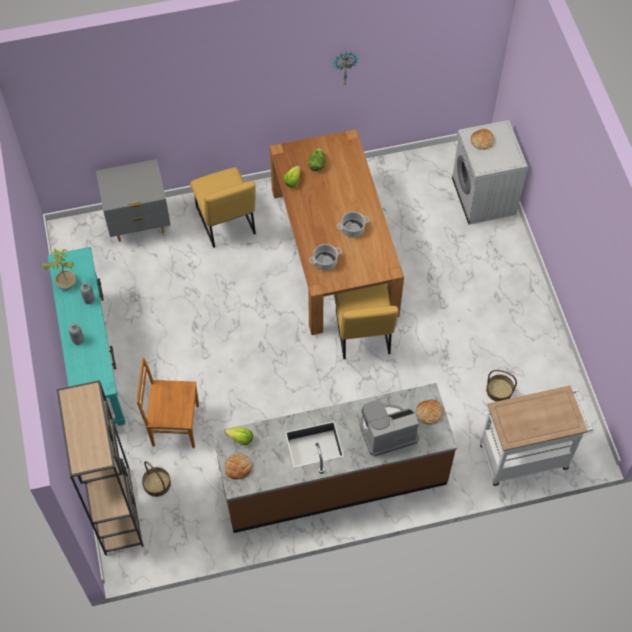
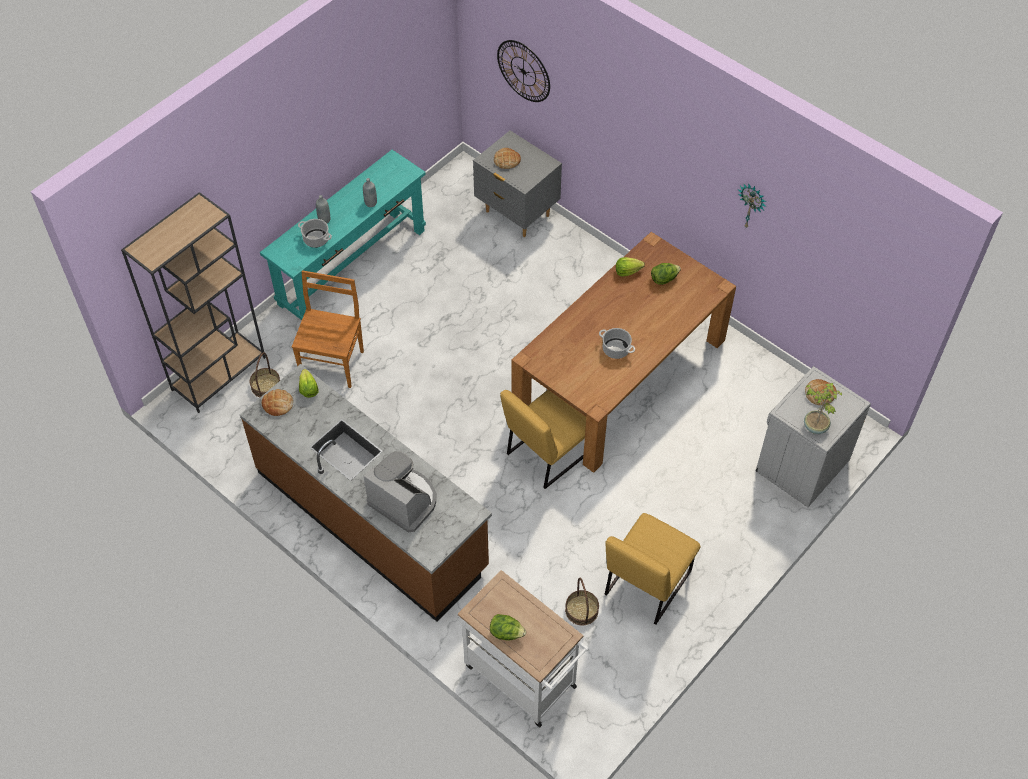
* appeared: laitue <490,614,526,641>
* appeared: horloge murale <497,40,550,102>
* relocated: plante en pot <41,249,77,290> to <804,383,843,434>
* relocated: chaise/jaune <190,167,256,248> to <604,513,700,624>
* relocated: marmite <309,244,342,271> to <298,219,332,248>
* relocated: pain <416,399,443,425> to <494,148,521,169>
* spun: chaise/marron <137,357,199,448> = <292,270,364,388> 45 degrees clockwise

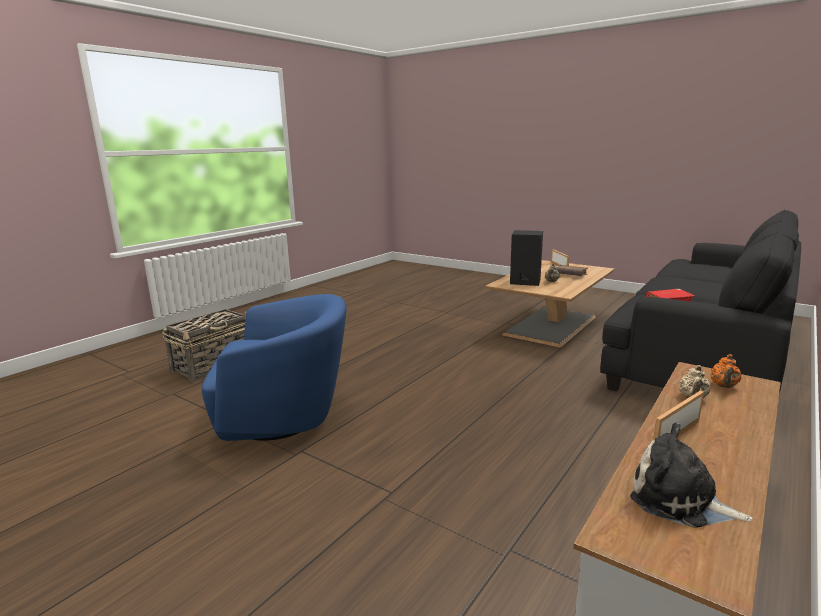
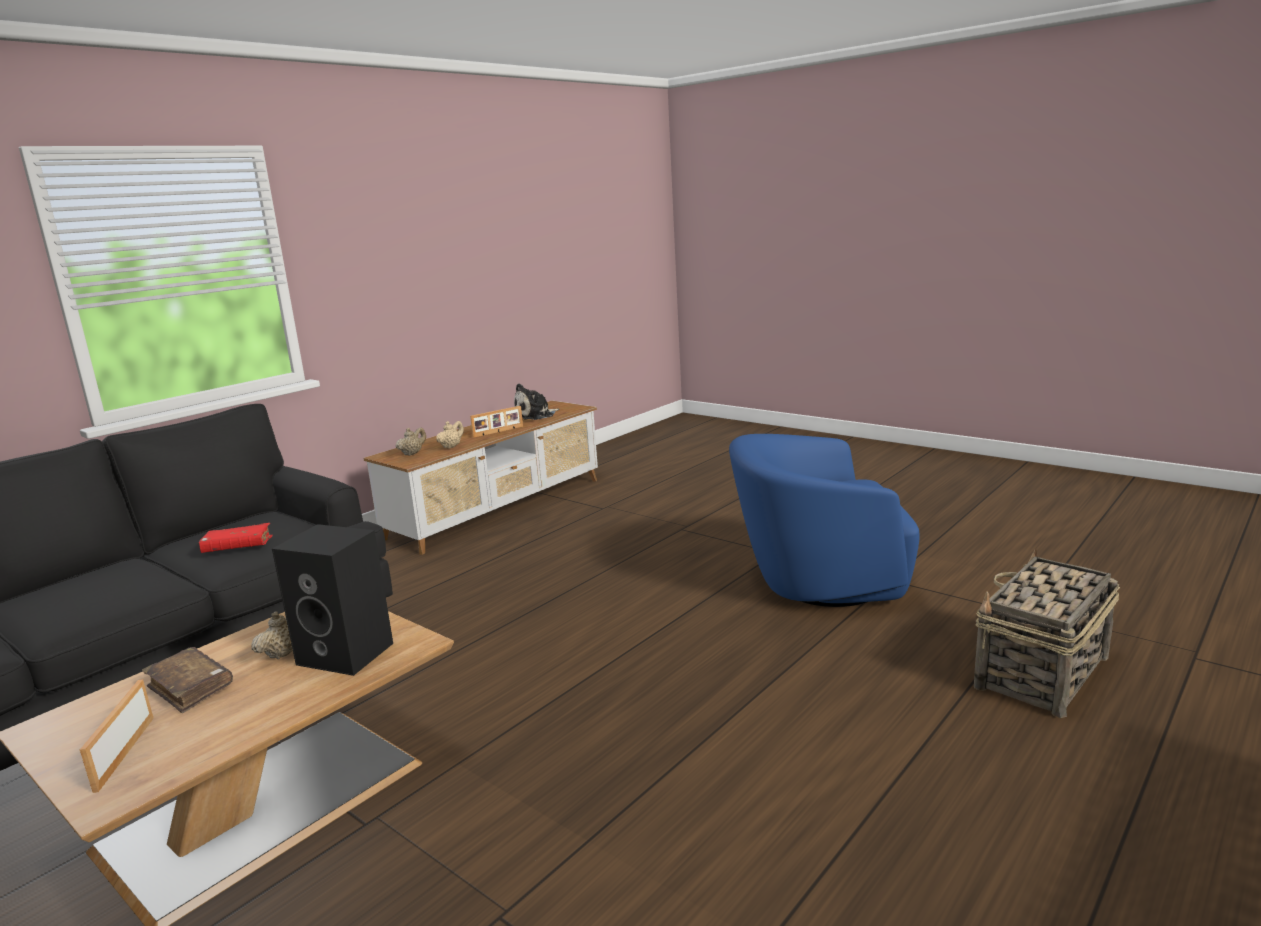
* colour: théière/orange <711,354,742,388> to théière/beige <396,427,426,456>
* spun: peluche <630,423,752,528> = <514,383,560,420> 105 degrees clockwise

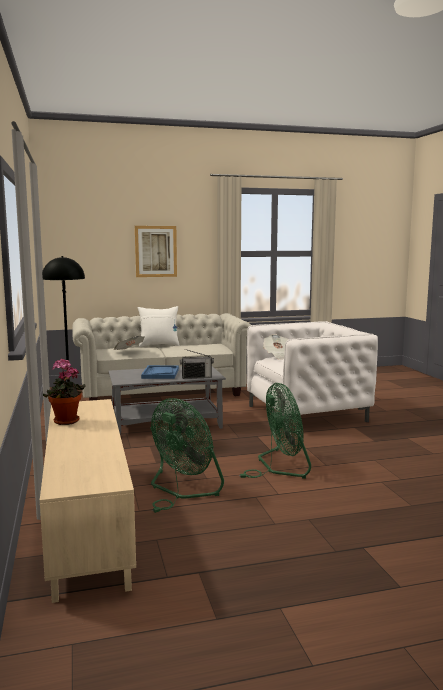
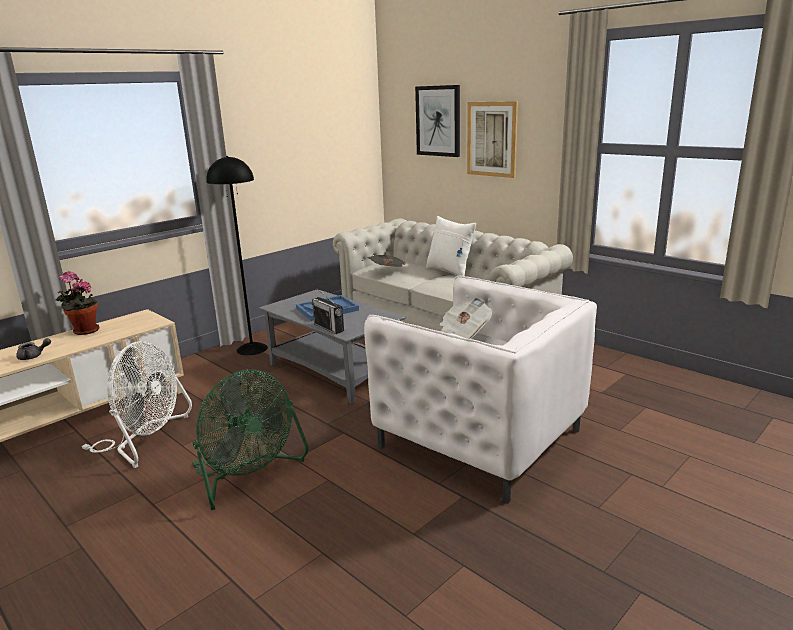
* appeared: théière/gris <16,338,51,360>
* appeared: tableau <415,85,460,157>
* colour: ventilateur/vert <150,398,224,513> to ventilateur/blanc <82,341,192,468>

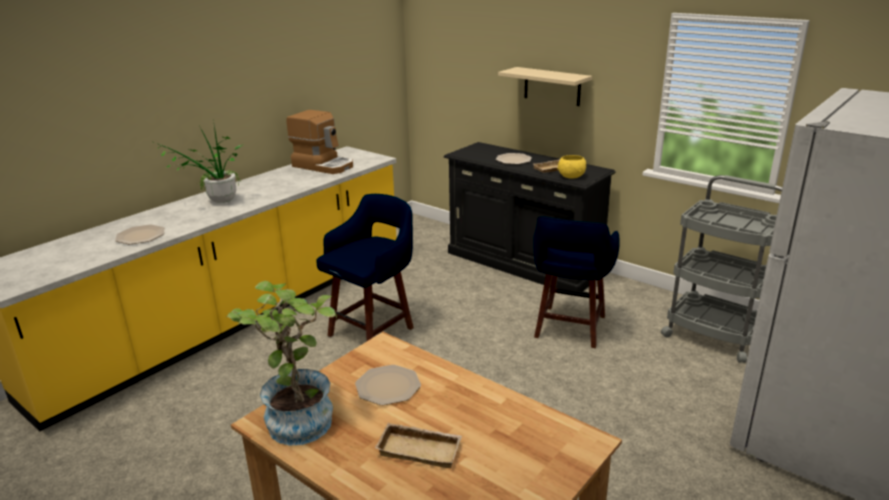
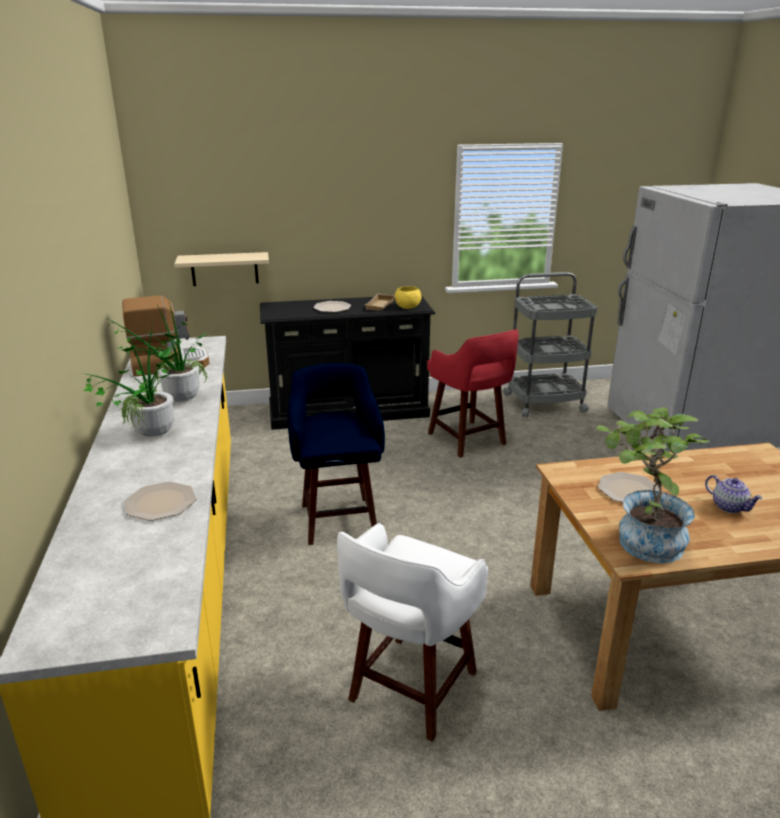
* appeared: plante en pot <103,299,208,402>
* appeared: tabouret/blanc <337,523,488,742>
* relocated: étagère/beige <498,67,592,106> to <174,252,269,286>
* exchanged: plateau/beige <375,423,462,468> to théière <705,475,763,513>
* colour: tabouret/bleu <533,216,620,348> to tabouret/rouge <427,329,519,458>

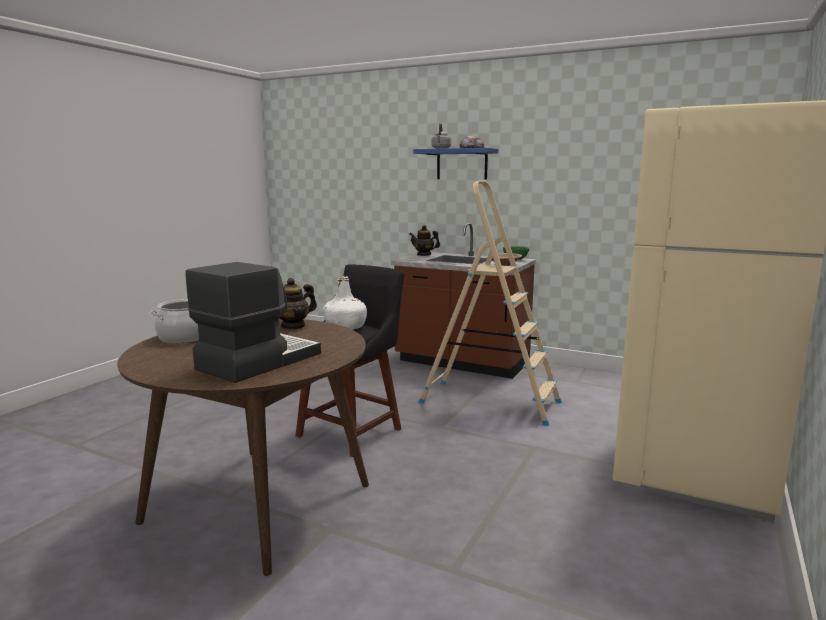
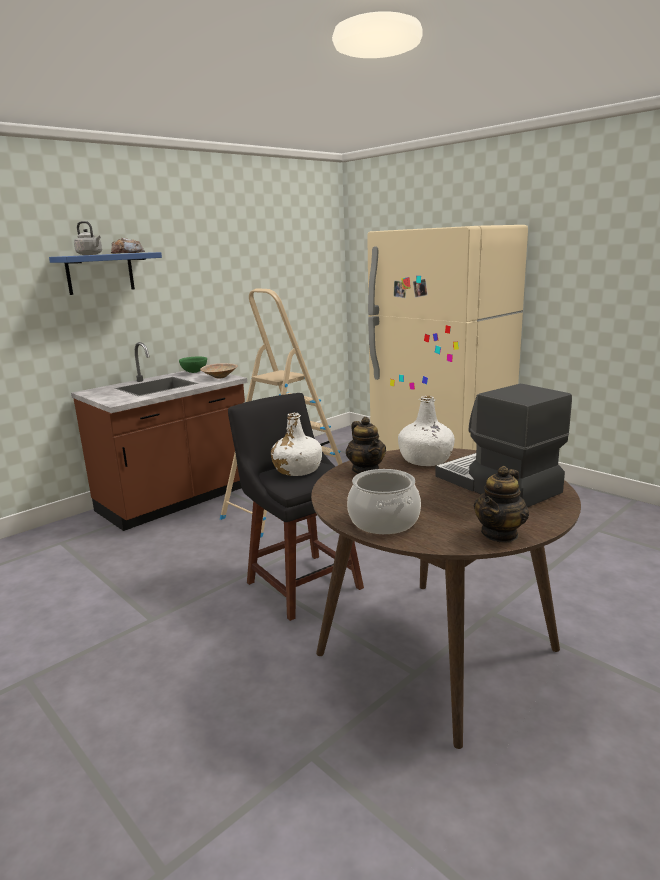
* appeared: bouteille/blanc <398,396,455,466>
* relocated: théière <409,225,440,256> to <474,466,529,543>

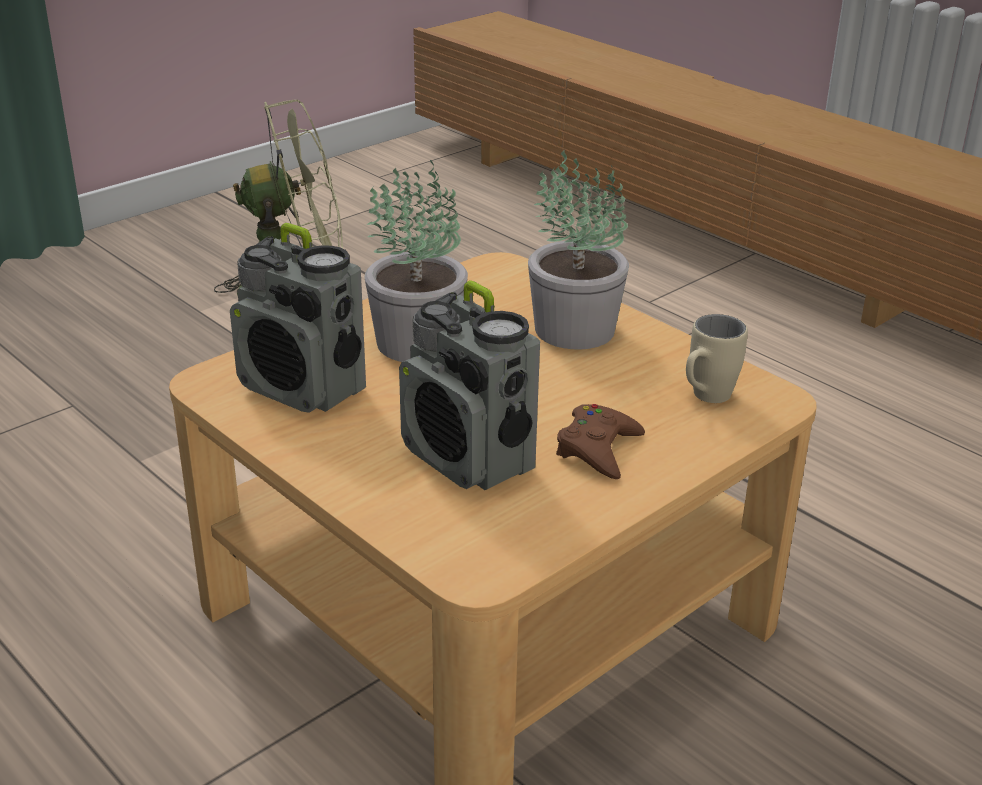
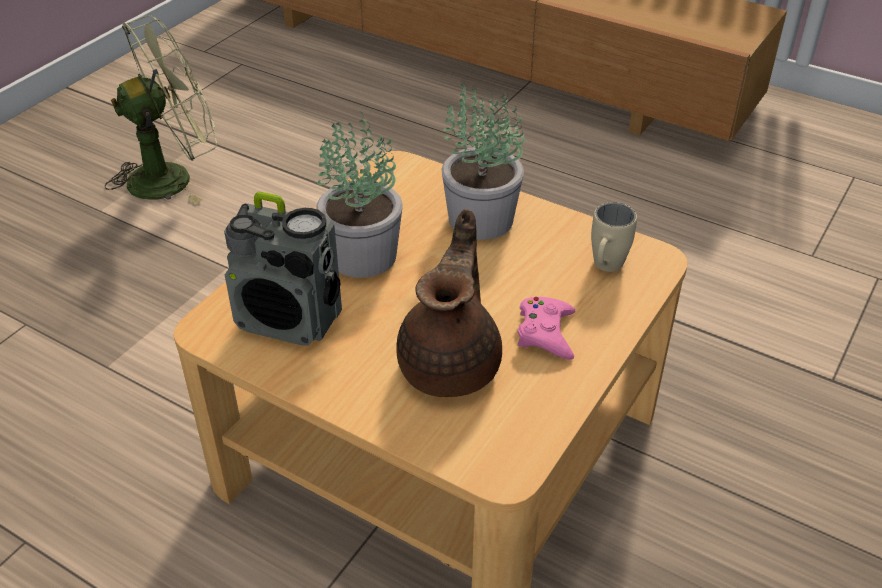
* exchanged: radio <399,280,540,490> to théière/marron <396,209,502,397>
* colour: manette/marron <556,404,645,479> to manette/rose <518,297,575,360>

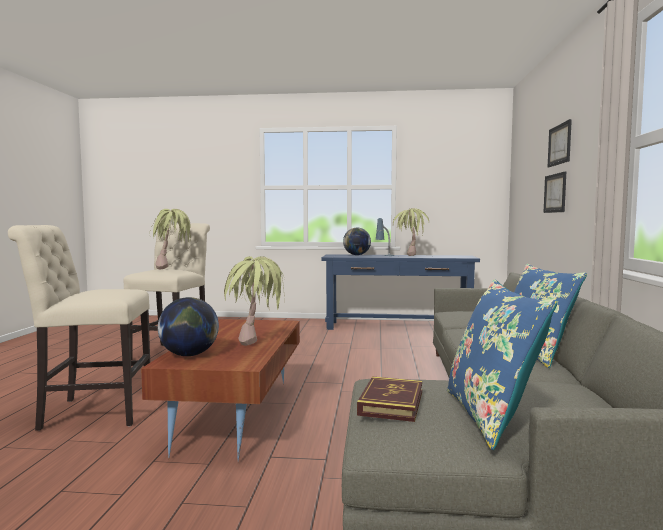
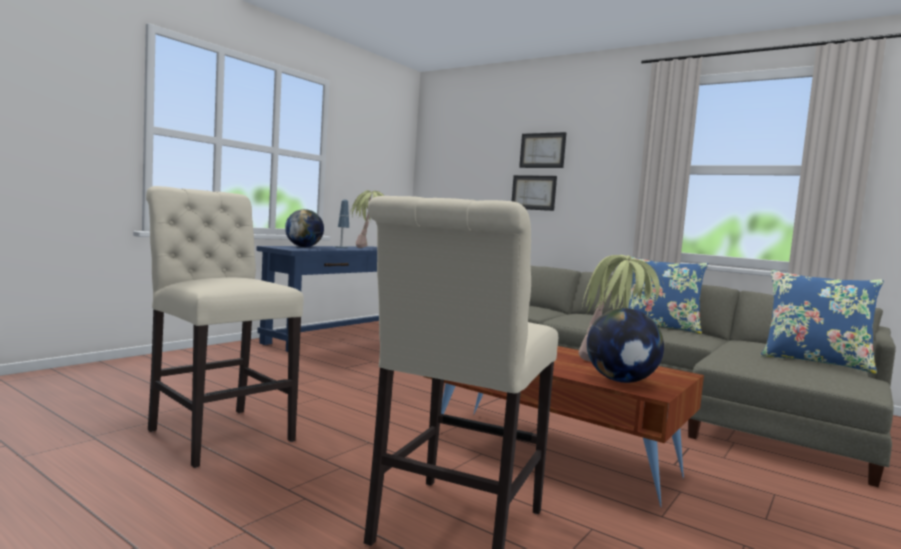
* missing: plante en pot <151,209,191,269>
* missing: livre <357,376,422,422>

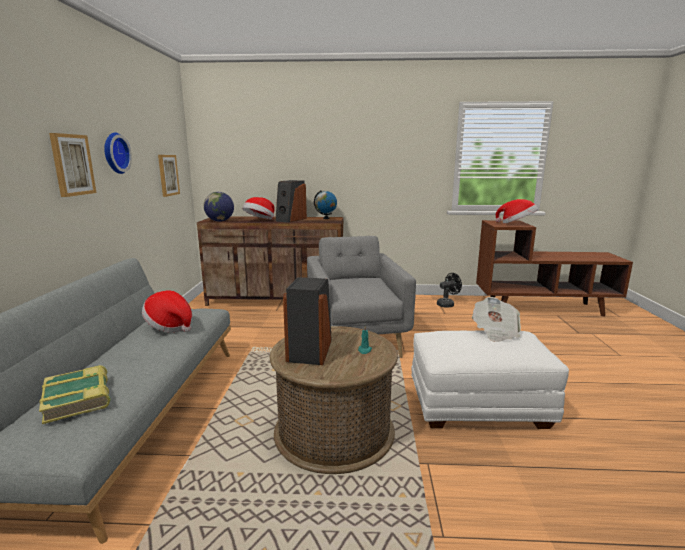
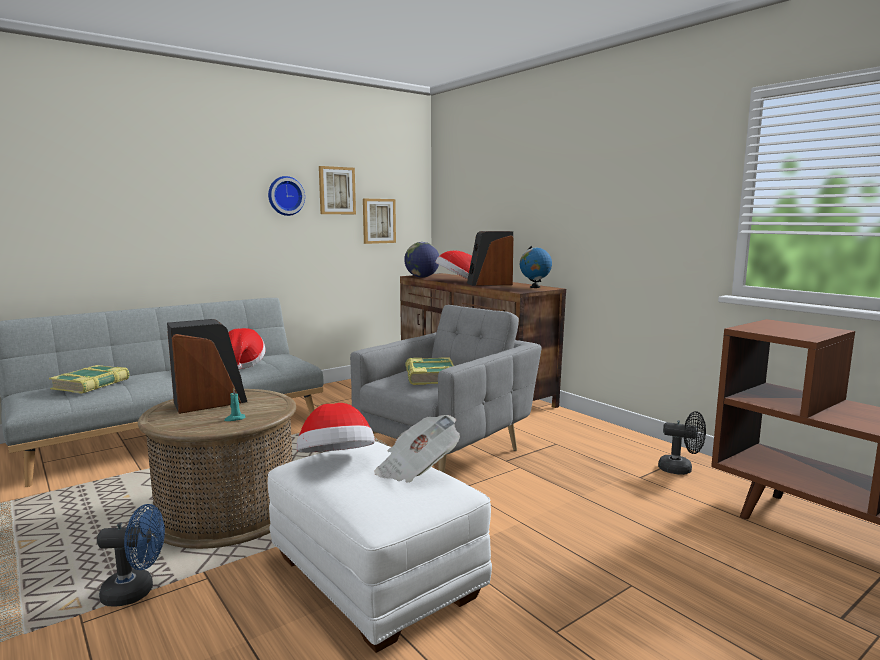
* appeared: ventilateur/bleu <97,504,165,606>
* appeared: livre <405,357,454,385>
* relocated: tableau <49,133,96,197> to <319,166,356,214>
* relocated: chapeau <495,199,538,224> to <296,403,375,453>

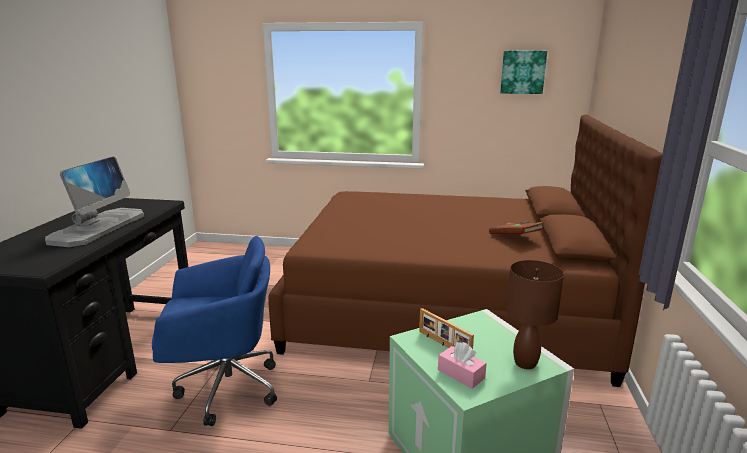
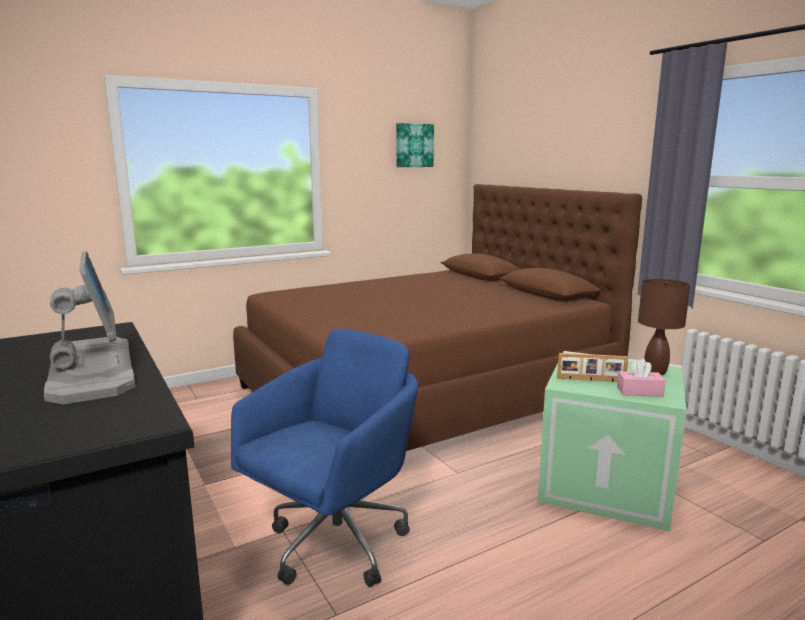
* missing: livre/marron <489,222,544,234>

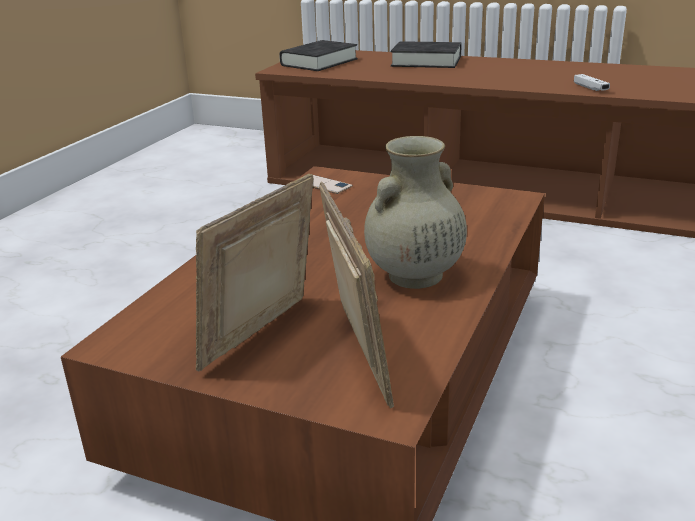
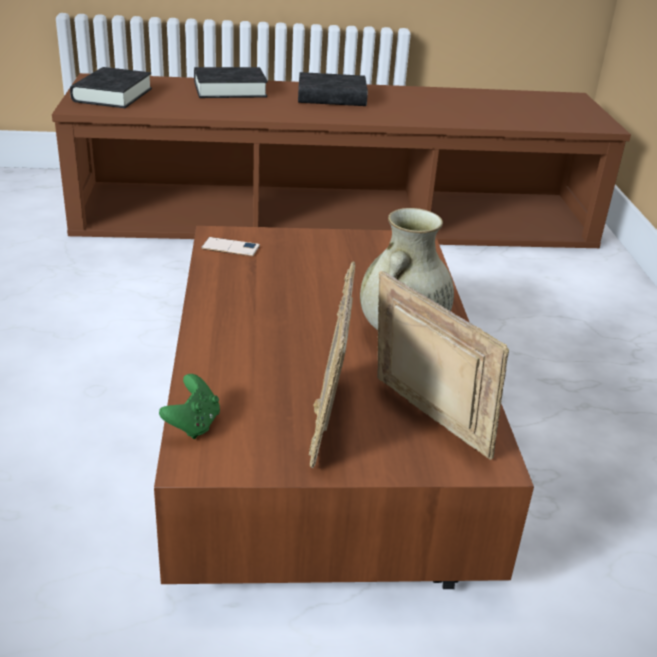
* missing: manette/blanc <574,74,610,91>
* appeared: manette/vert <159,374,220,439>
* appeared: livre/noir <298,72,368,106>

